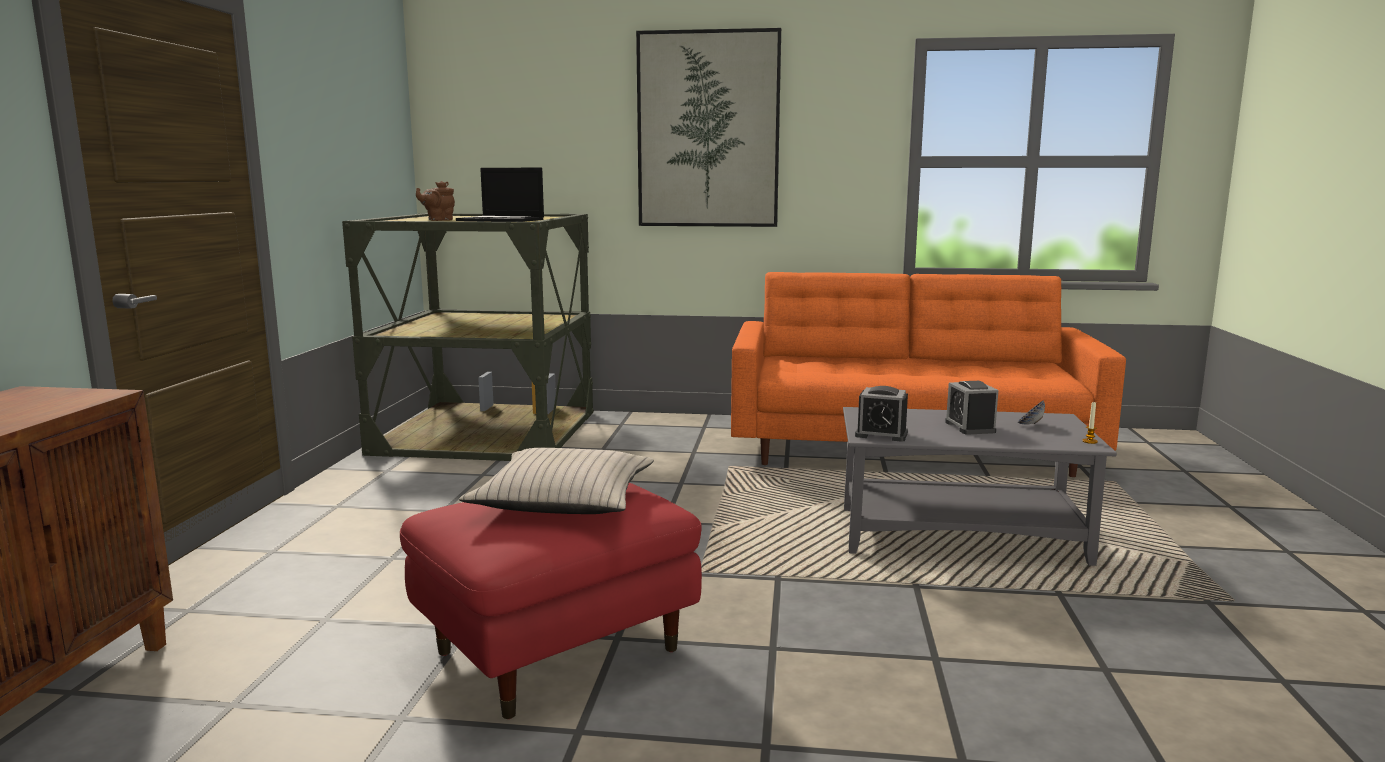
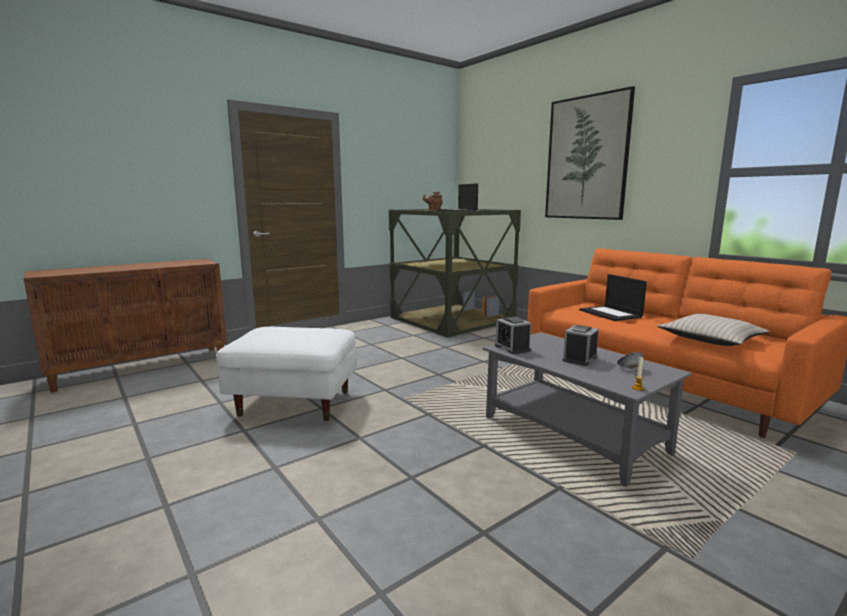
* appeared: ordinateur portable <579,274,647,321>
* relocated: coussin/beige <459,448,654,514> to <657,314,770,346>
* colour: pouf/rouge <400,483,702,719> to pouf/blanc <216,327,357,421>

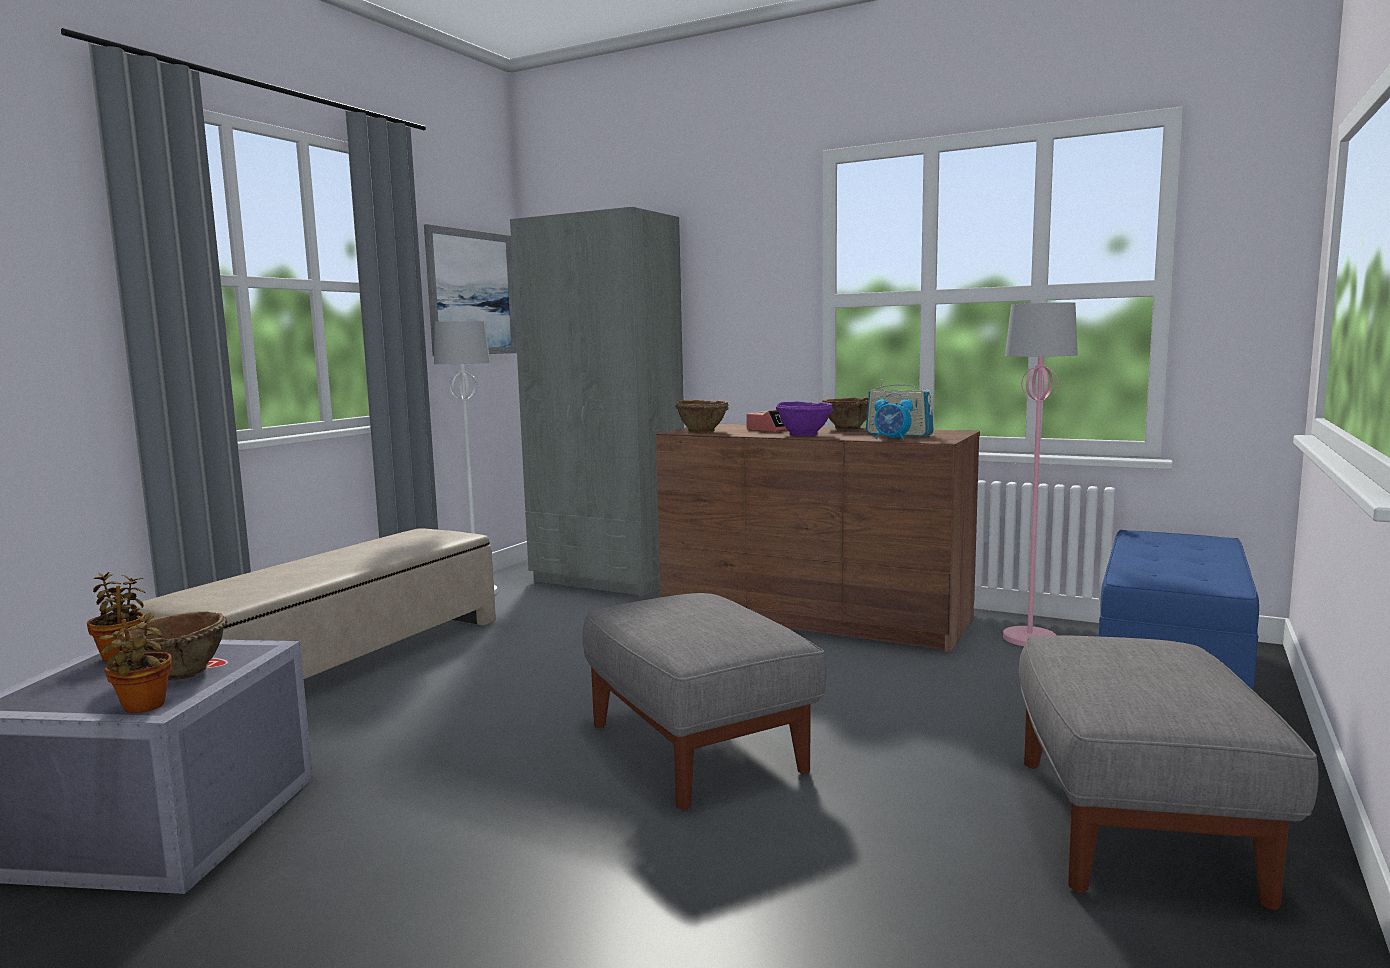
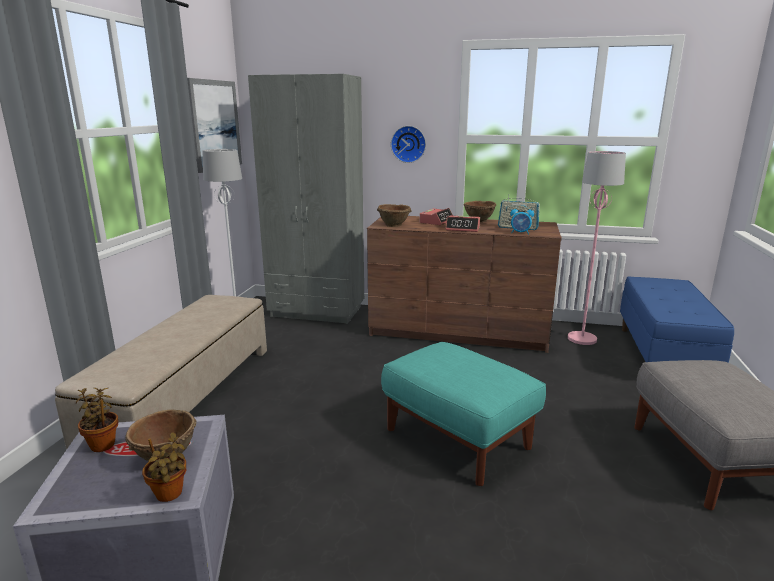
* appeared: horloge murale <391,126,426,163>
* exchanged: bol/violet <776,402,833,436> to réveil <445,215,480,232>
* colour: pouf/gris <582,593,827,810> to pouf/turquoise <381,342,546,486>

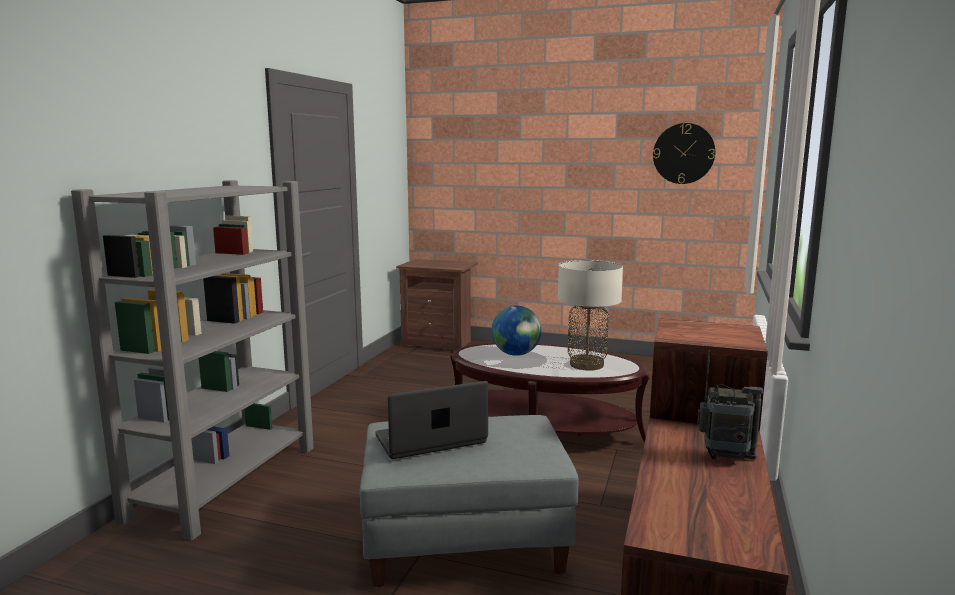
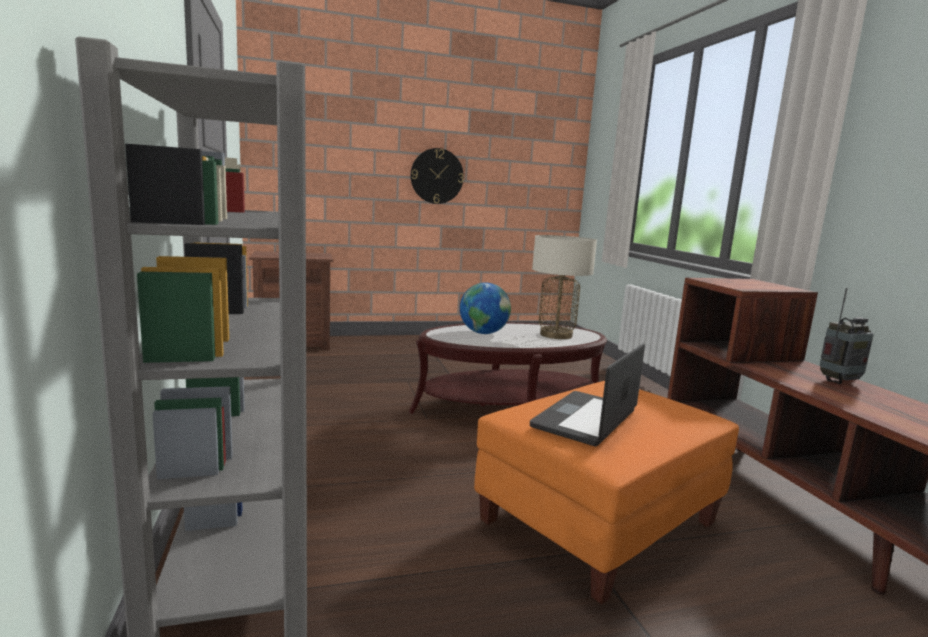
* relocated: horloge murale <653,123,715,184> to <411,148,464,204>
* colour: pouf/gris <360,415,579,587> to pouf/orange <474,381,739,604>

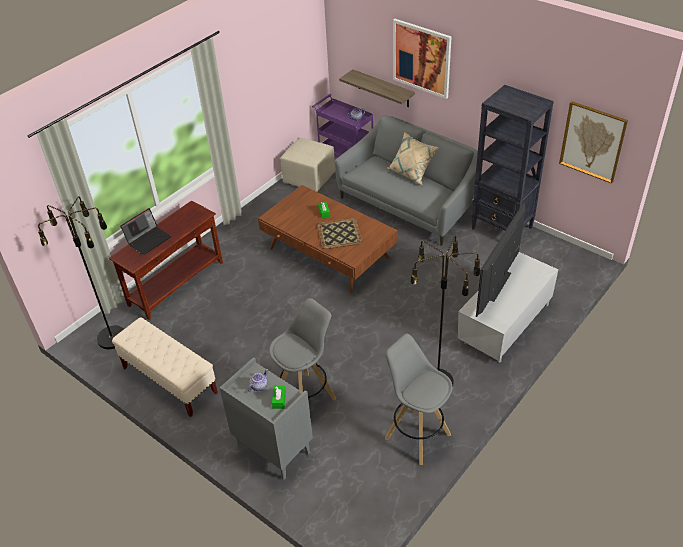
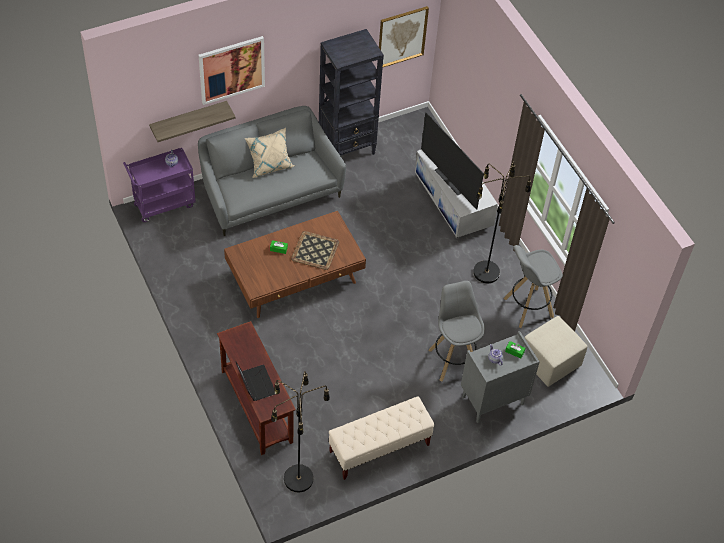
* relocated: pouf/beige <281,138,335,192> to <524,316,587,387>

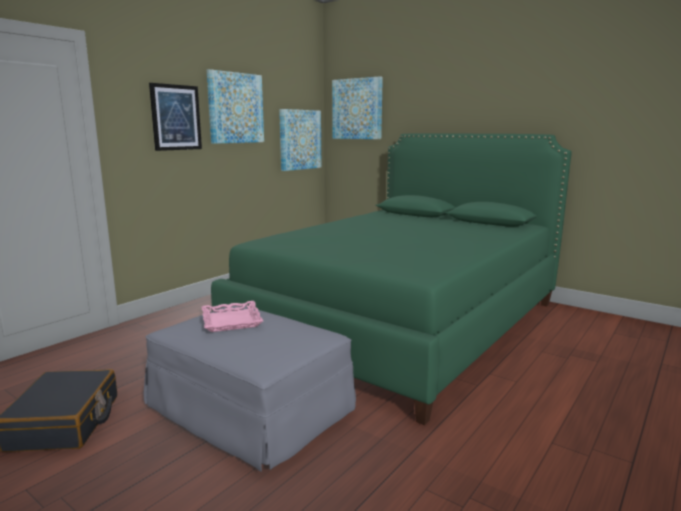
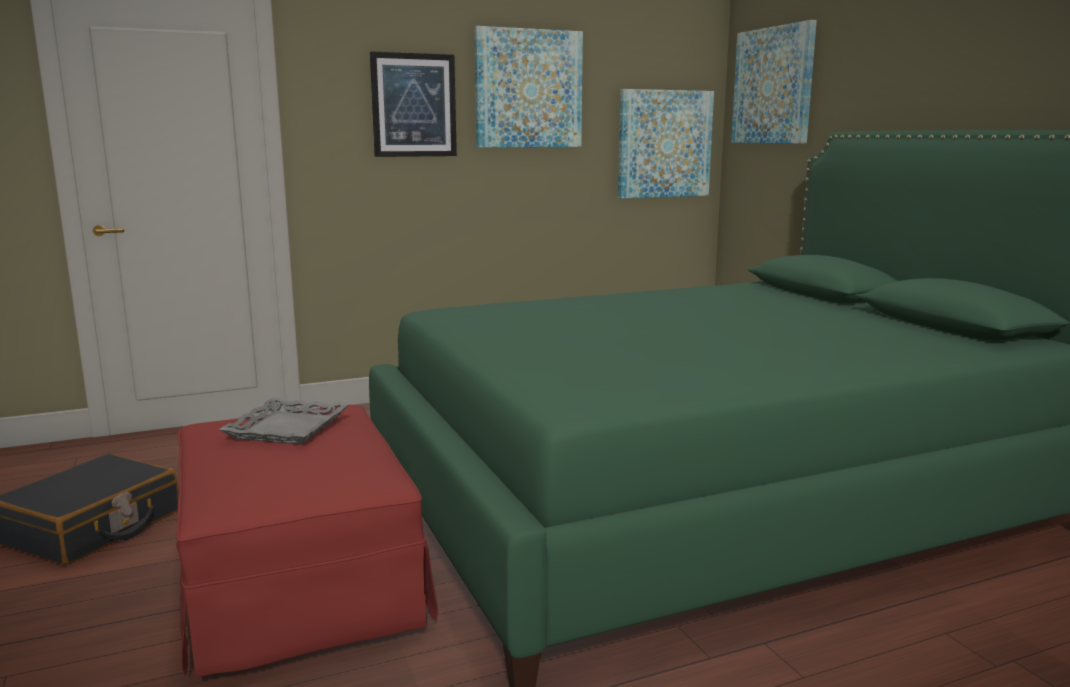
* colour: pouf/gris <144,305,356,472> to pouf/rouge <176,405,438,677>
* colour: plateau/rose <202,301,263,332> to plateau/gris <219,398,349,445>

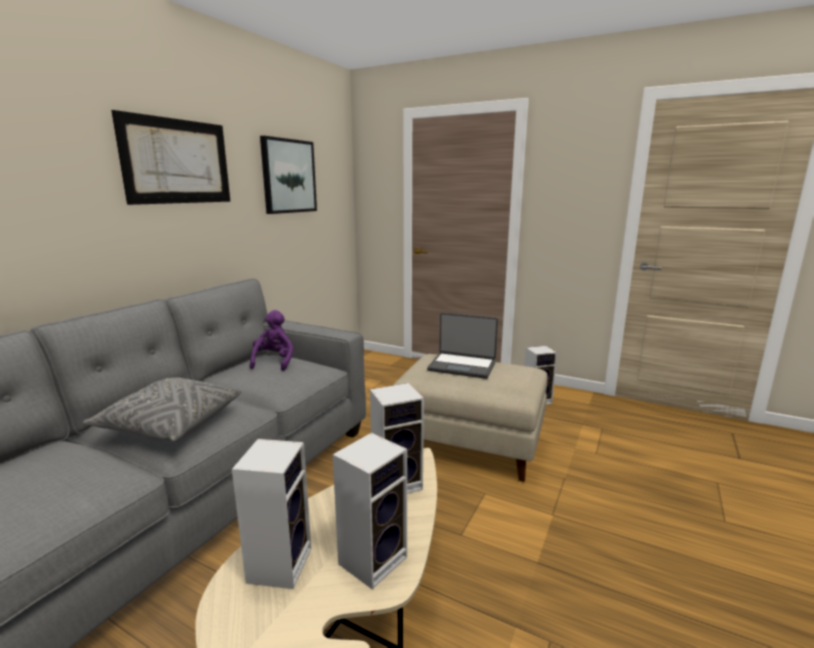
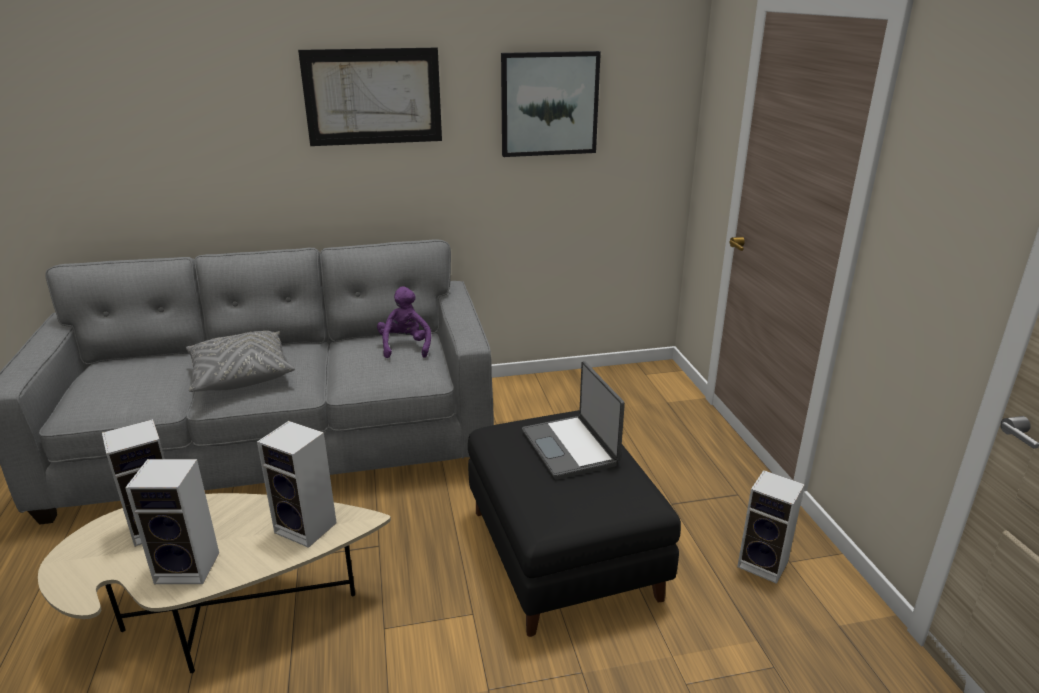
* colour: pouf/beige <393,354,547,482> to pouf/noir <468,410,681,637>
* spun: peluche/violet <250,310,294,371> = <377,286,431,358> 60 degrees counterclockwise

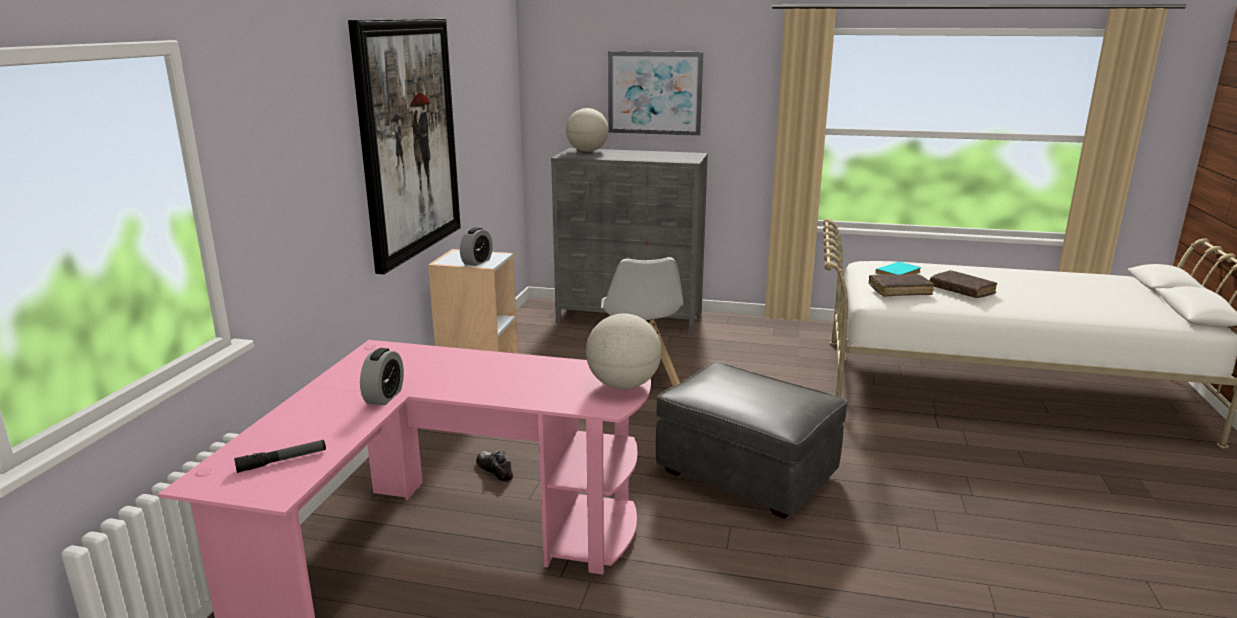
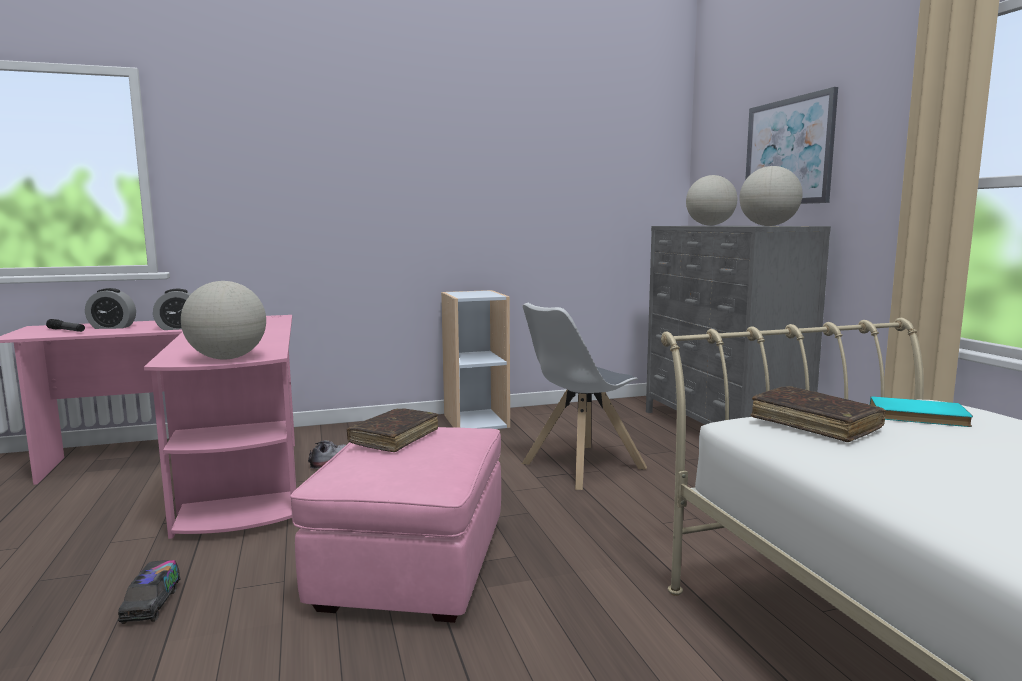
* missing: tableau <348,19,461,274>
* appeared: camion jouet <118,560,181,624>
* appeared: globe <739,166,803,226>
* relocated: réveil <460,227,493,266> to <85,288,136,329>
* relocated: livre/marron <930,270,997,298> to <347,408,438,452>
* colour: pouf/gris <656,362,848,519> to pouf/rose <290,427,501,623>

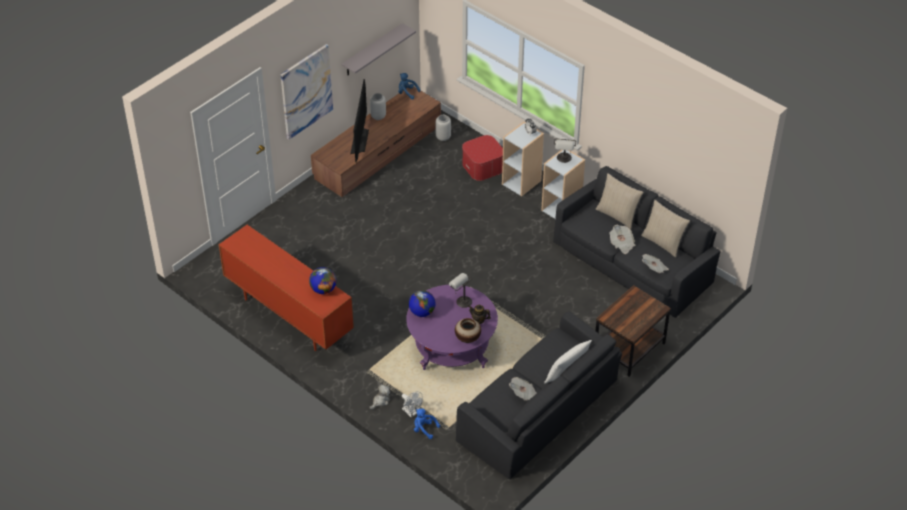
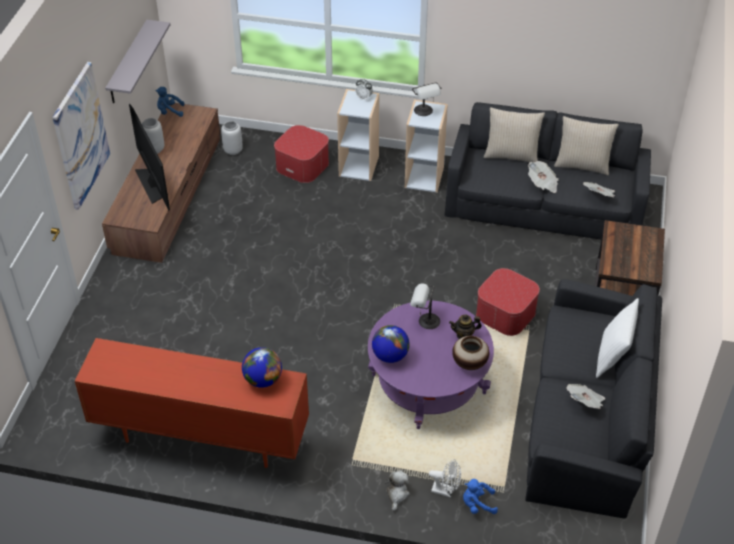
* appeared: pouf <476,268,540,336>

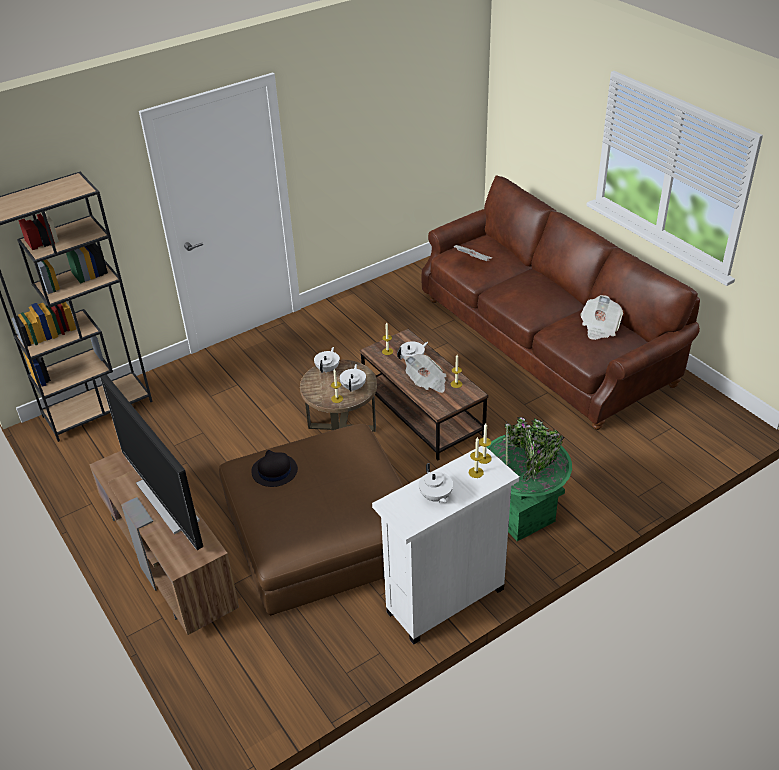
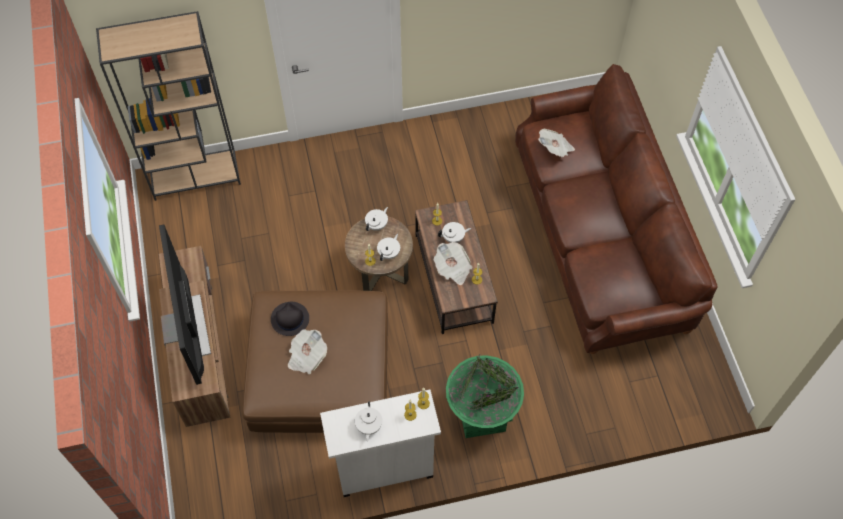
* relocated: journal <580,295,623,340> to <288,329,327,374>

